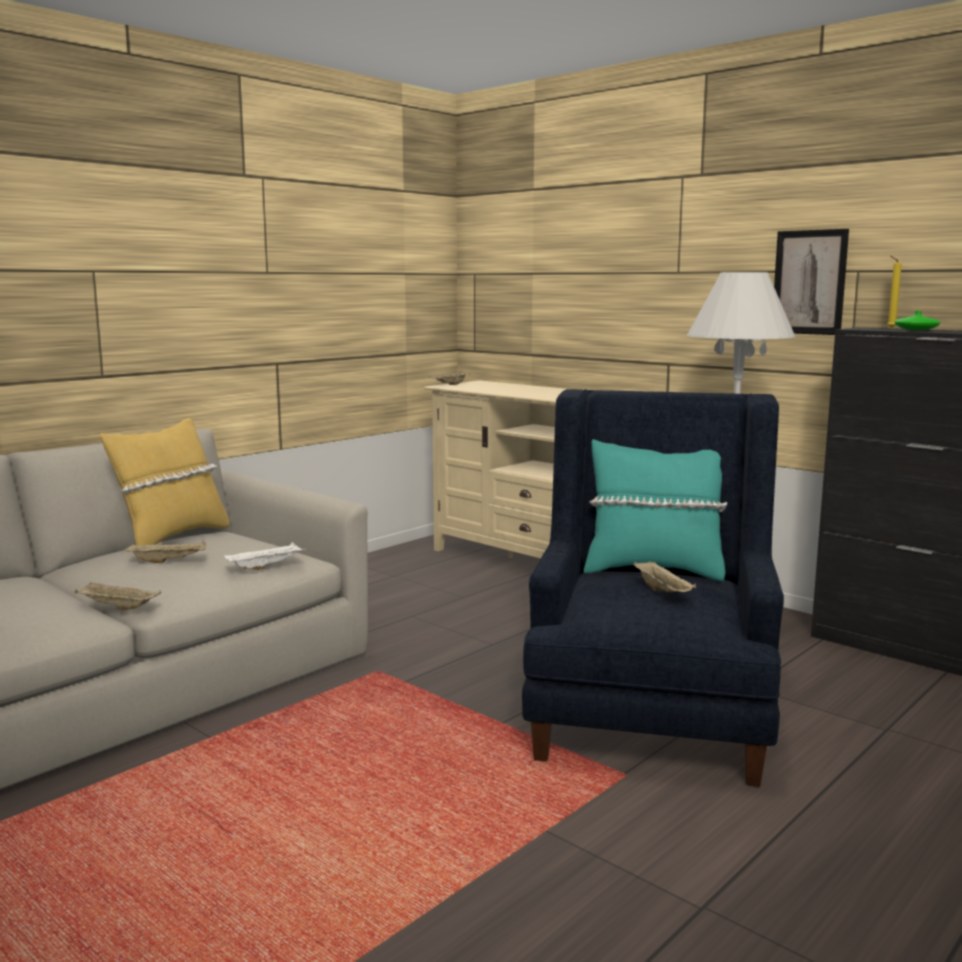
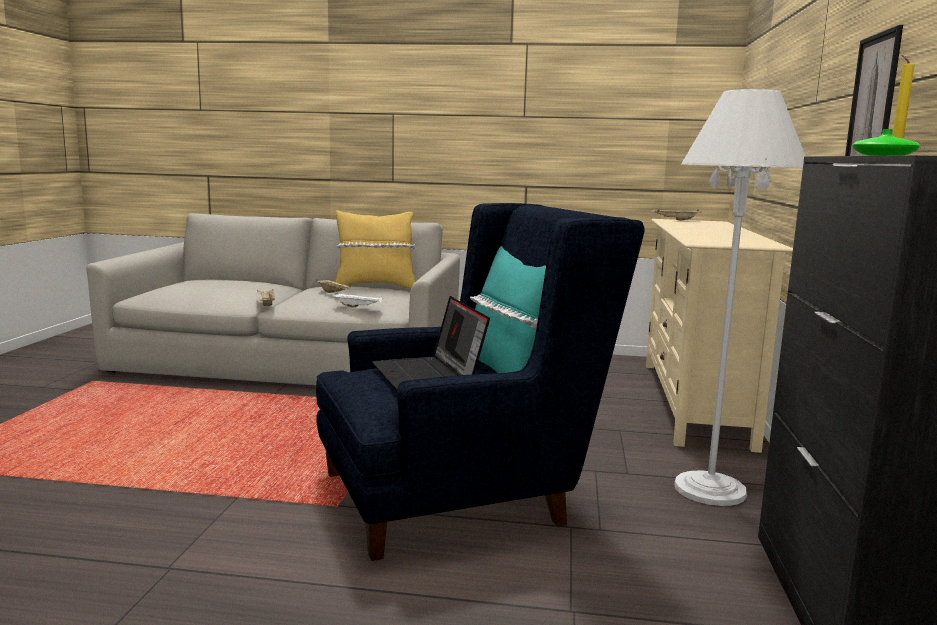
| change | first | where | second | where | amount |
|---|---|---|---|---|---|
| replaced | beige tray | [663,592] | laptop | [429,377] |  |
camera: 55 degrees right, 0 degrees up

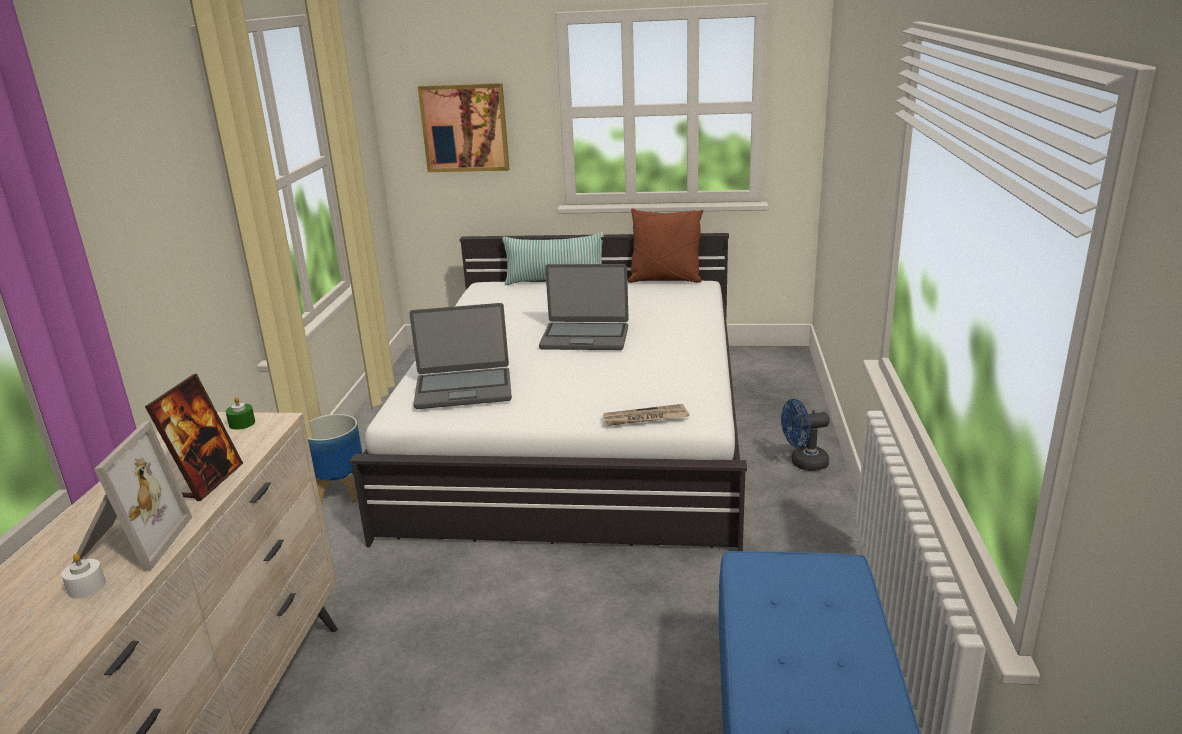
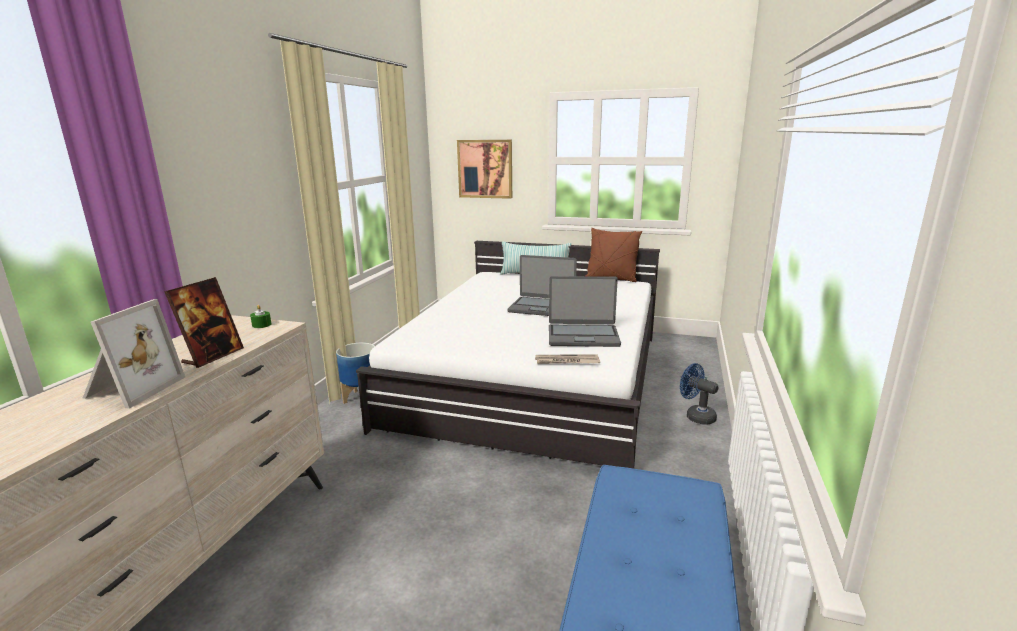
| change | first | where | second | where | amount |
|---|---|---|---|---|---|
| moved | laptop | [463,389] |  | [583,336] |  |
| turned | blue fan | [803,463] |  | [696,416] | 45 degrees clockwise |
| removed | white candle | [87,587] |  |  |  |
camera: 10 degrees right, 5 degrees down

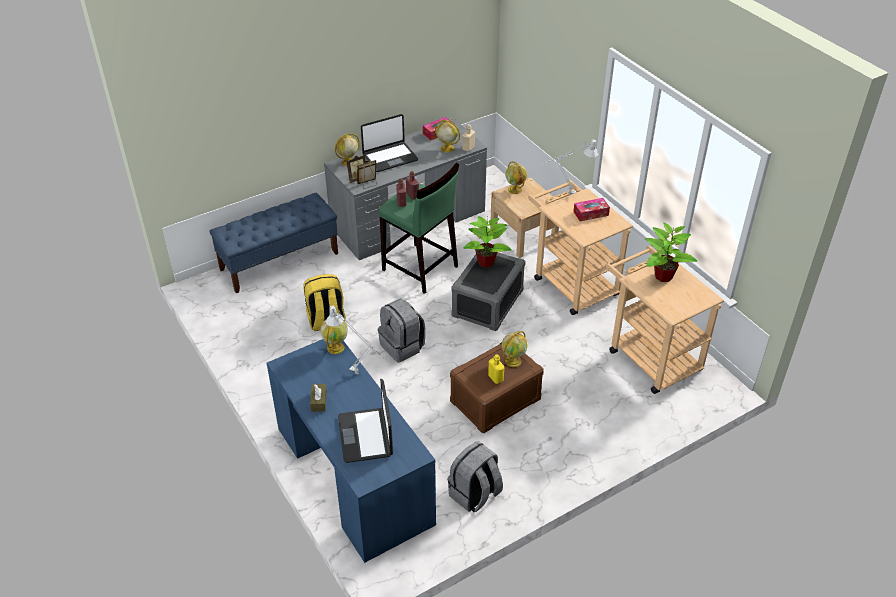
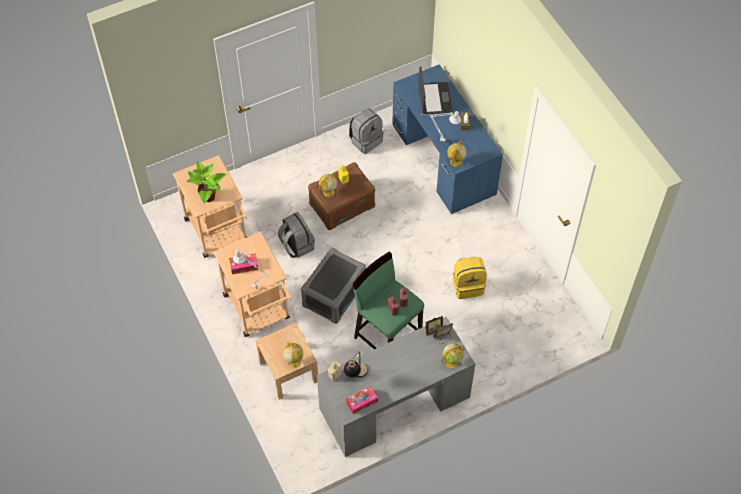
| change | first | where | second | where | amount |
|---|---|---|---|---|---|
| removed | laptop | [390,157] |  |  |  |
| replaced | globe | [447,148] | table lamp | [356,376] |  |
| removed | blue bench | [279,261] |  |  |  |
| removed | potted plant | [486,262] |  |  |  |
| moved | grey backpack | [403,346] |  | [296,245] |  |
camera: 175 degrees left, 15 degrees up

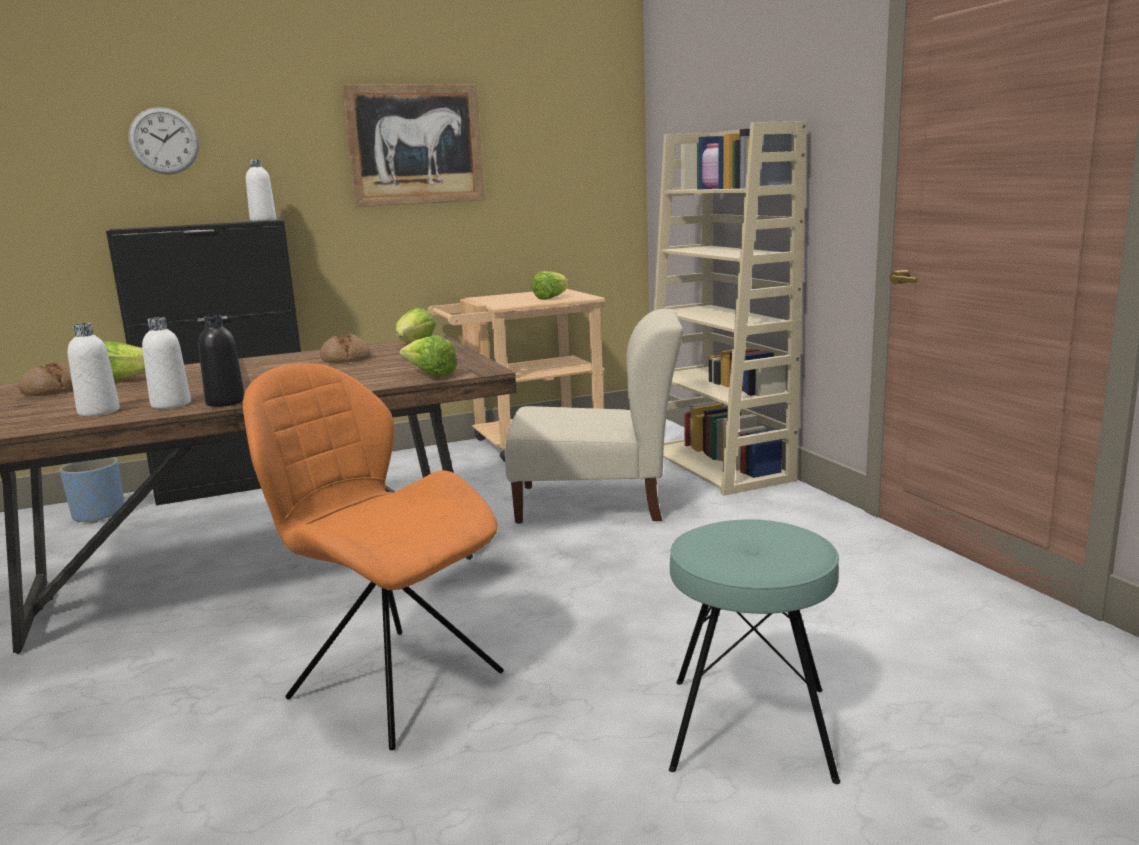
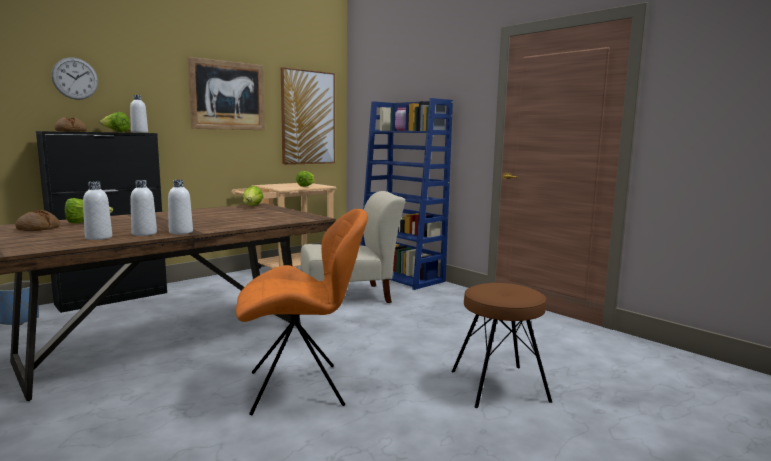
| change | first | where | second | where | amount |
|---|---|---|---|---|---|
| recoloured | beige bookcase | [718,465] | blue bookcase | [401,276] |  |
| recoloured | black bottle | [225,402] | white bottle | [181,232] |  |
| moved | bread | [345,359] |  | [71,131] |  |
| moved | lettuce | [430,376] |  | [115,132] |  |
| turned | orange chair | [391,683] |  | [300,388] | 150 degrees clockwise |
| recoloured | turquoise stool | [750,728] | brown stool | [498,386] |  |
| added |  |  | picture | [308,117] |  |
camera: 20 degrees left, 5 degrees down

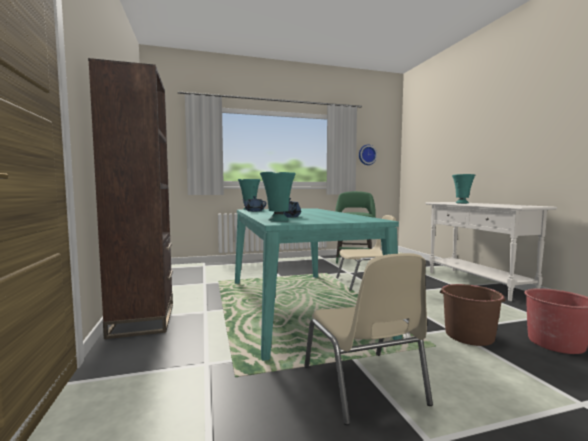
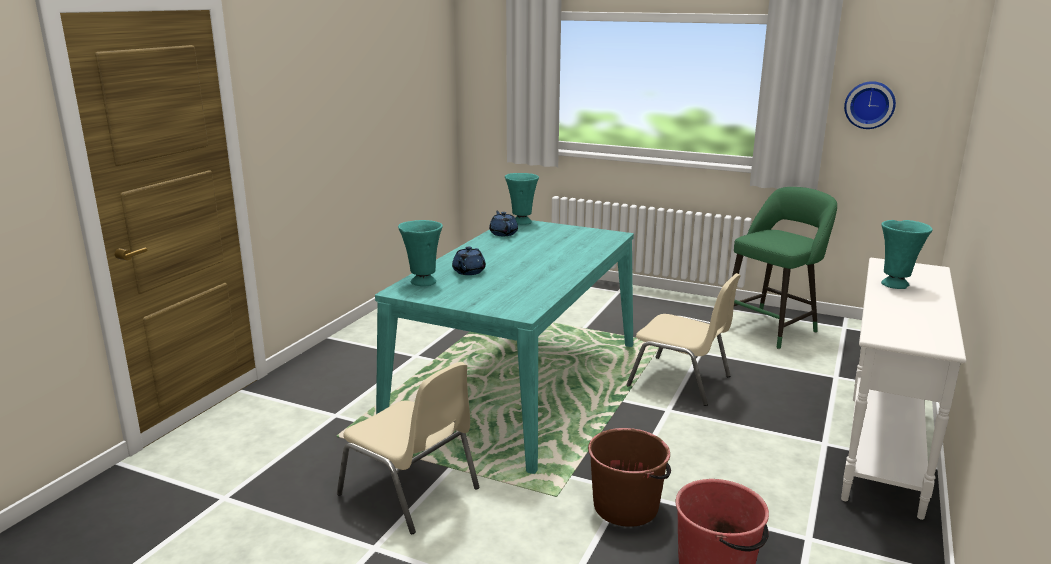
| change | first | where | second | where | amount |
|---|---|---|---|---|---|
| removed | brown bookcase | [143,320] |  |  |  |
| turned | beige chair | [364,385] |  | [411,492] | 75 degrees counterclockwise |
camera: 40 degrees right, 15 degrees up

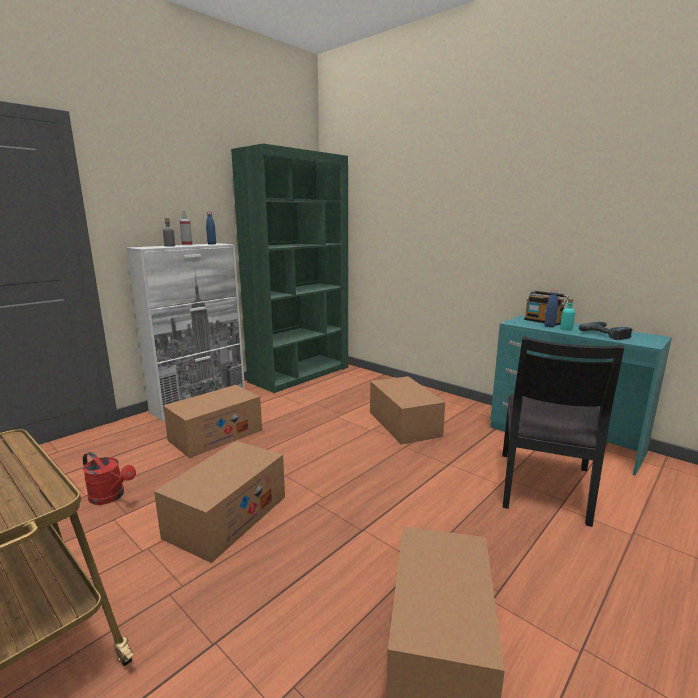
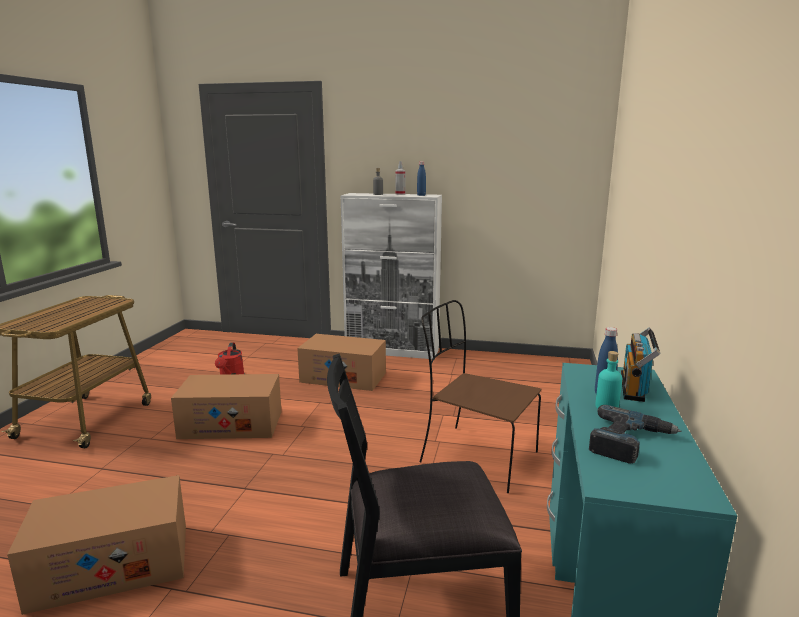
| change | first | where | second | where | amount |
|---|---|---|---|---|---|
| removed | green bookcase | [300,374] |  |  |  |
| replaced | cardboard box | [404,424] | brown chair | [476,457] |  |
camera: 60 degrees right, 0 degrees up

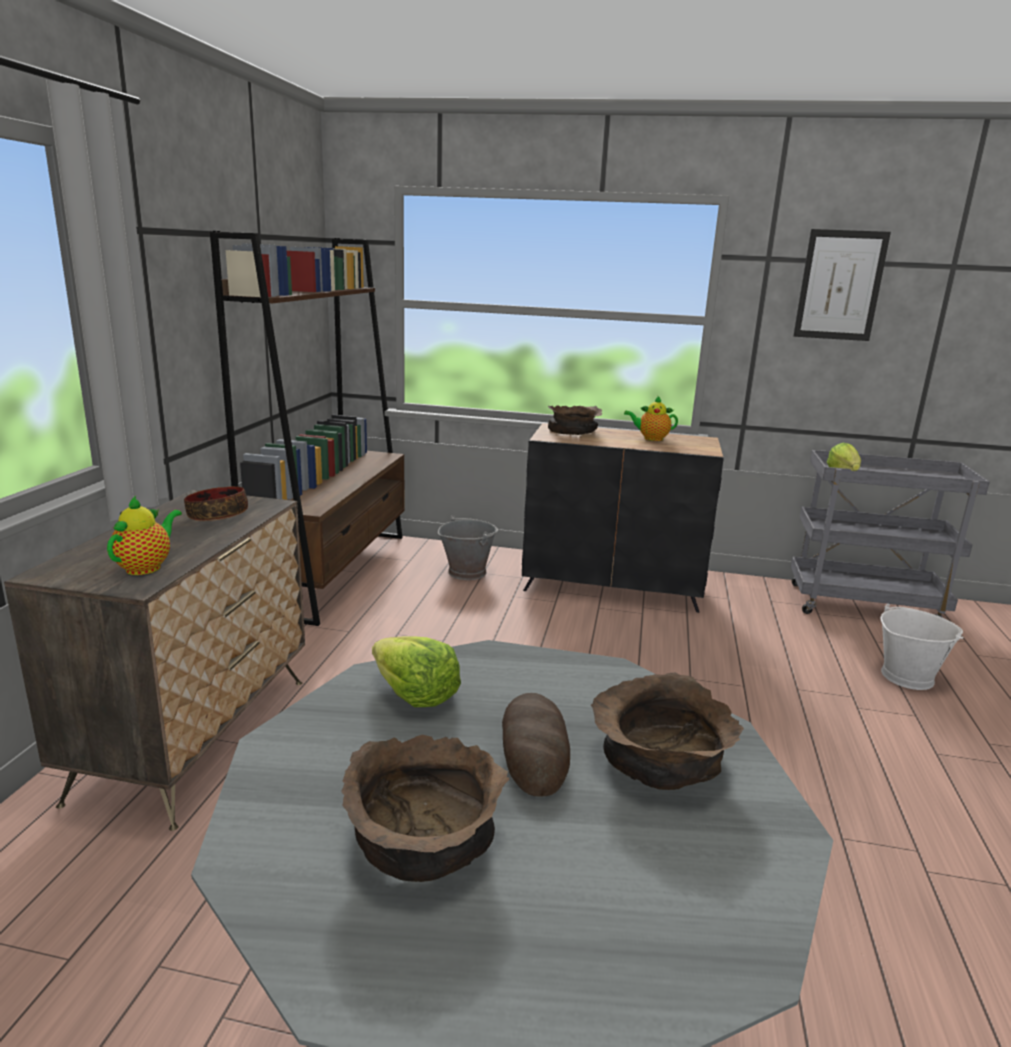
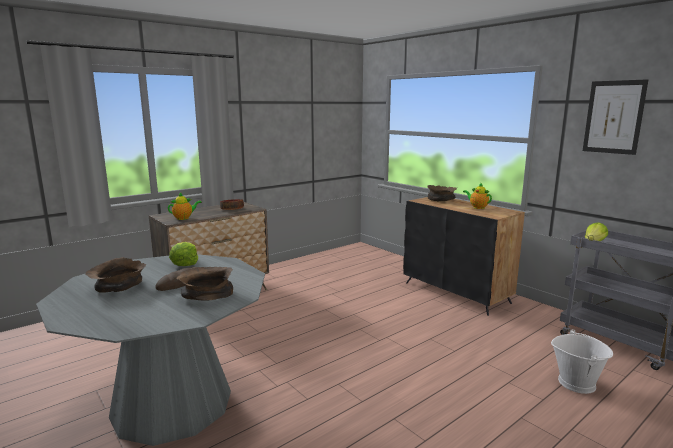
| change | first | where | second | where | amount |
|---|---|---|---|---|---|
| removed | brown bookcase | [333,571] |  |  |  |
| removed | grey bucket | [467,572] |  |  |  |
camera: 40 degrees right, 5 degrees down

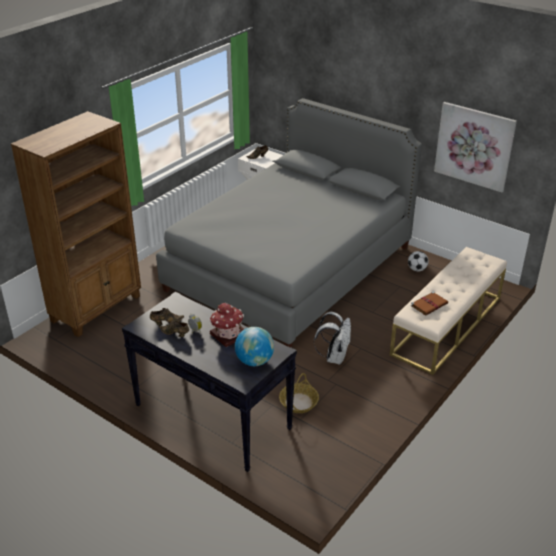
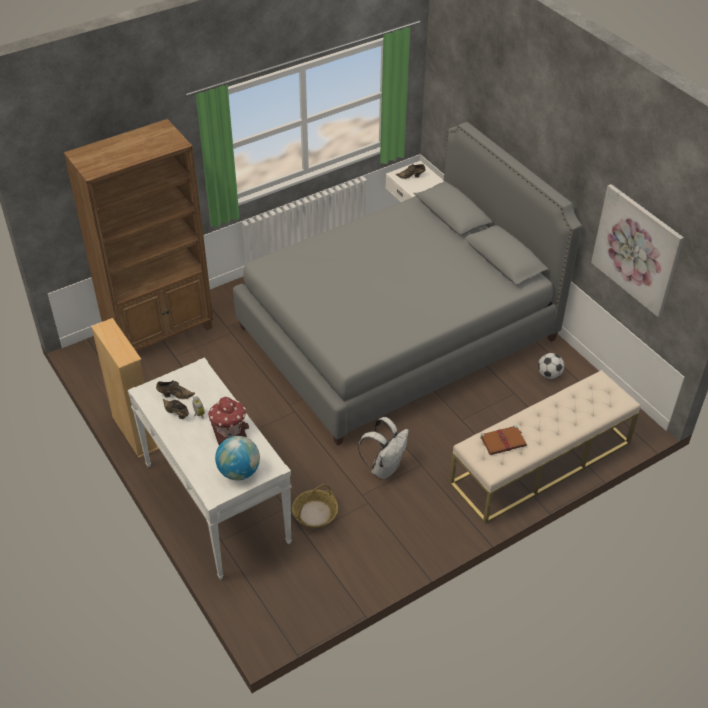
| change | first | where | second | where | amount |
|---|---|---|---|---|---|
| recoloured | black console table | [211,416] | white console table | [215,502] |  |
| added |  |  | beige bookcase | [135,433] |  |
camera: 20 degrees right, 10 degrees up

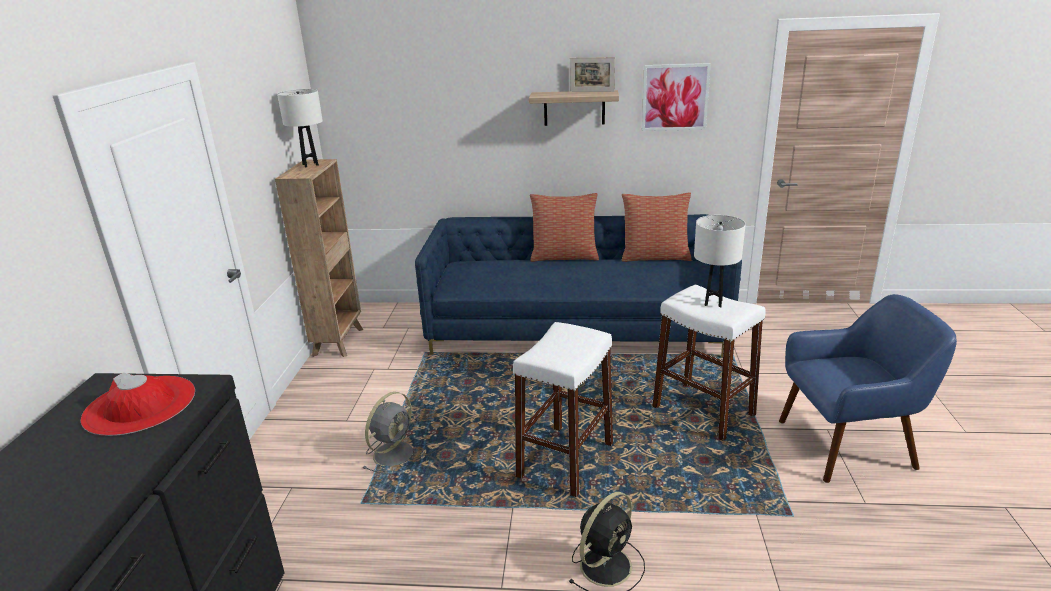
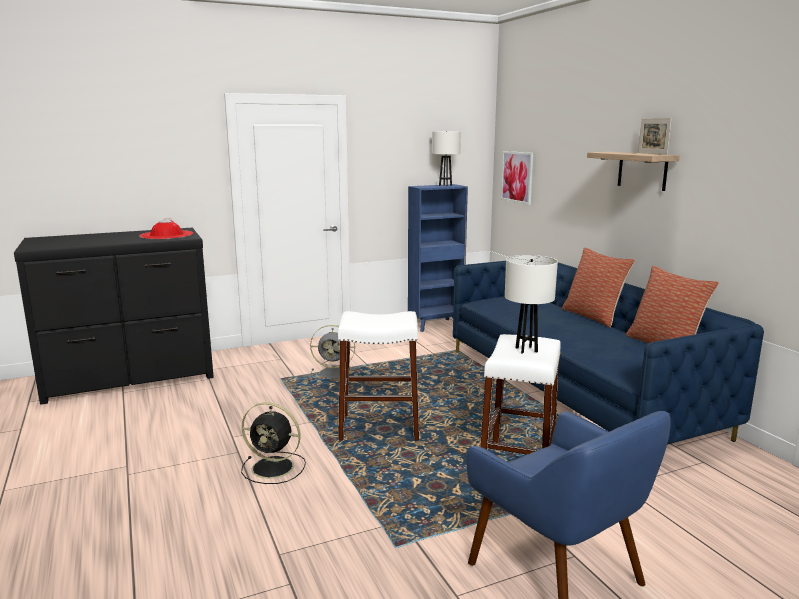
| change | first | where | second | where | amount |
|---|---|---|---|---|---|
| moved | picture | [675,97] |  | [517,177] |  |
| recoloured | brown bookcase | [339,341] | blue bookcase | [436,325] |  |
camera: 60 degrees right, 10 degrees down

